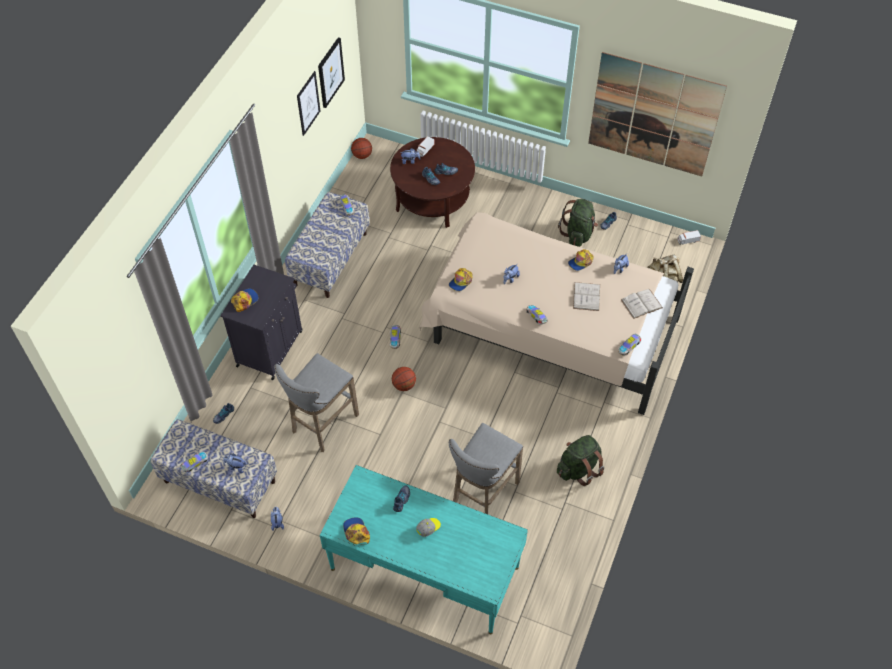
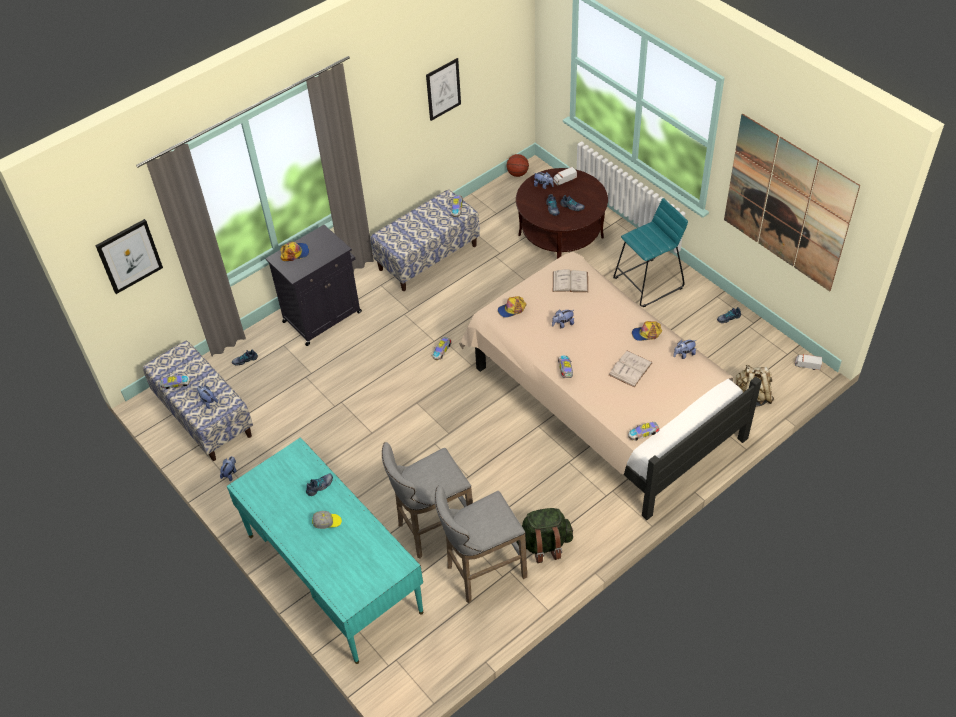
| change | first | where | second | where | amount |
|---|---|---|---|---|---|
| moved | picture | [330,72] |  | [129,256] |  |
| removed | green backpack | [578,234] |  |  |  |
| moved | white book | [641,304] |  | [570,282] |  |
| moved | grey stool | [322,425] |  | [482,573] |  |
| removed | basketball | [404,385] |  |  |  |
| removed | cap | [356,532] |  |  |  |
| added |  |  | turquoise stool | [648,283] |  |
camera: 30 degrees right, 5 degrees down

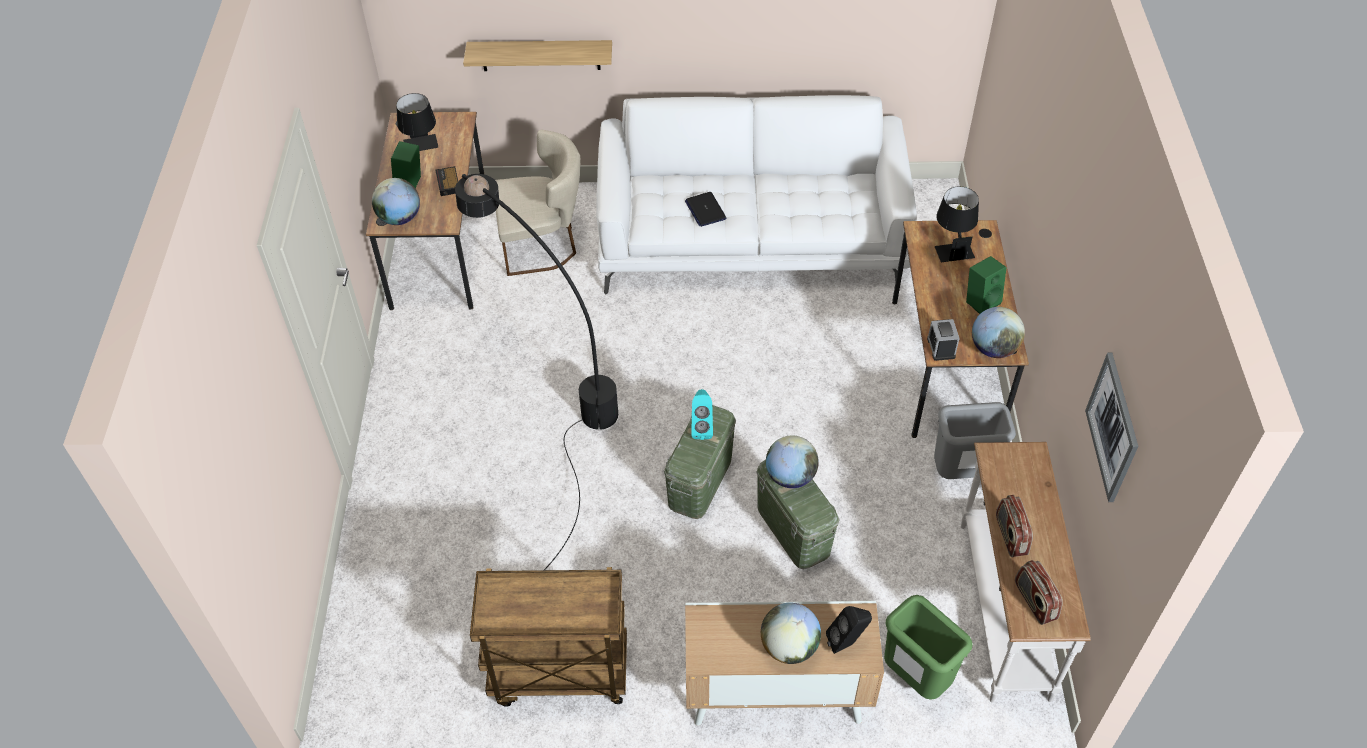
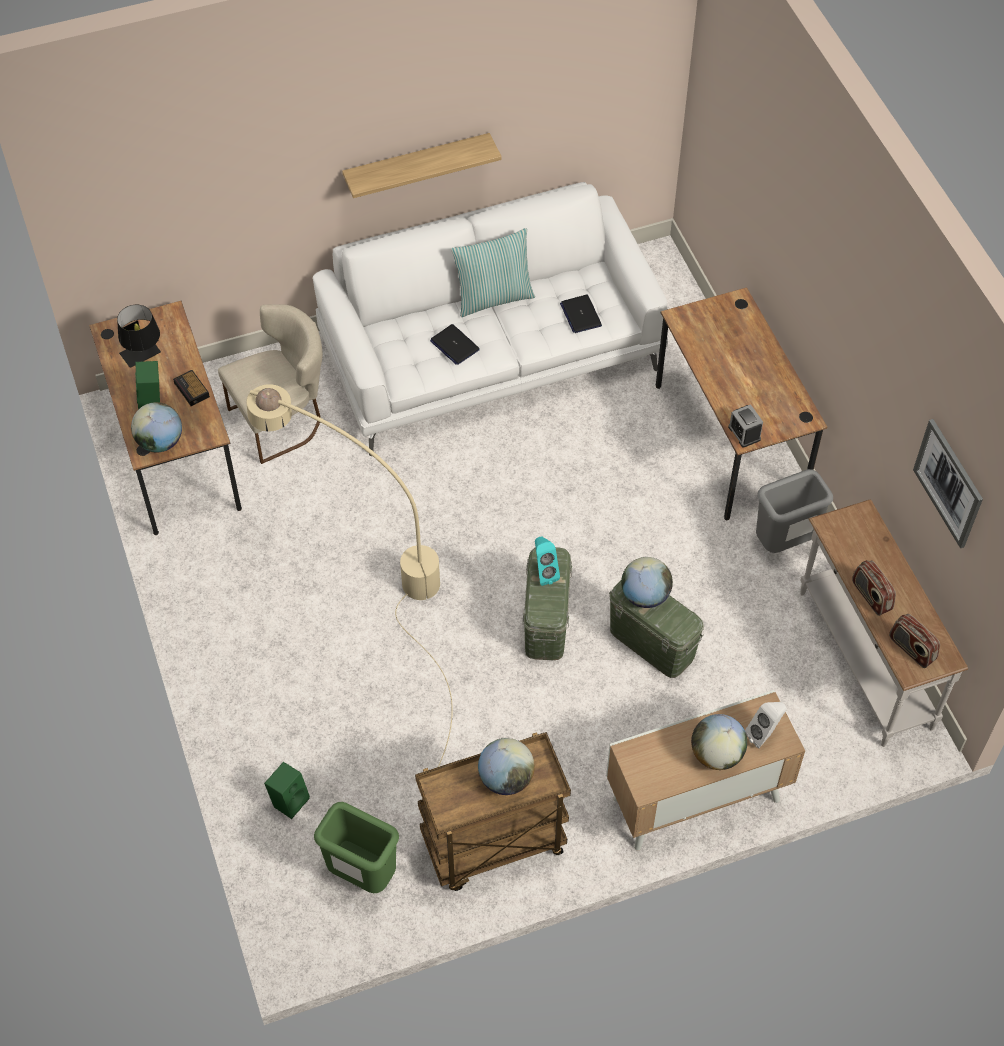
| change | first | where | second | where | amount |
|---|---|---|---|---|---|
| moved | shelf | [540,55] |  | [417,165] |  |
| recoloured | black floor lamp | [553,405] | beige floor lamp | [370,587] |  |
| removed | black table lamp | [952,246] |  |  |  |
| moved | green speaker | [981,300] |  | [289,800] |  |
| moved | globe | [993,348] |  | [506,778] |  |
| moved | green trash can | [914,678] |  | [361,875] |  |
| recoloured | black speaker | [847,642] | white speaker | [764,735] |  |
| added |  |  | pillow | [493,297] |  |
| added |  |  | laptop | [580,314] |  |
camera: 20 degrees left, 5 degrees up

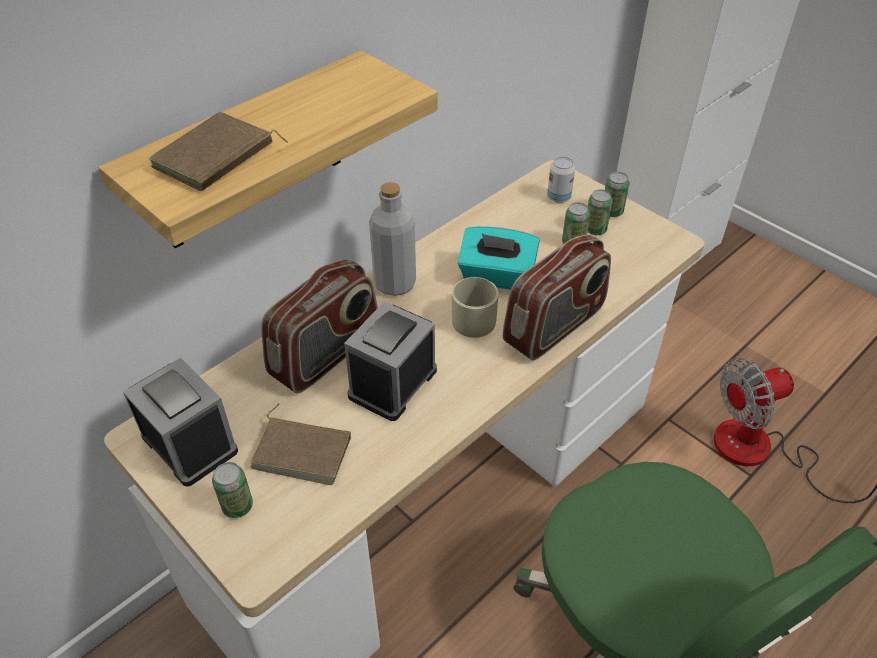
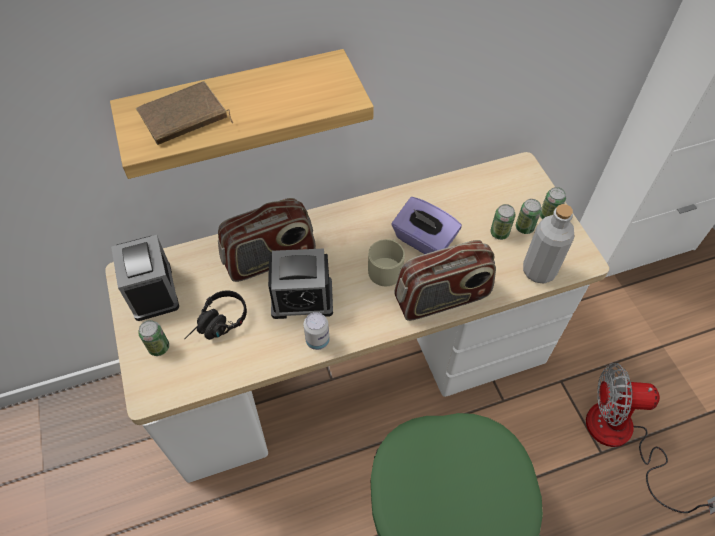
| change | first | where | second | where | amount |
|---|---|---|---|---|---|
| moved | can | [558,197] |  | [317,340] |  |
| moved | grey bottle | [395,284] |  | [539,271] |  |
| recoloured | turquoise tissue box | [496,276] | purple tissue box | [423,241] |  |
| turned | alarm clock | [393,383] |  | [302,298] | 150 degrees counterclockwise |
| replaced | brown book | [303,450] | black headphones | [218,325] |  |
camera: 25 degrees right, 10 degrees up

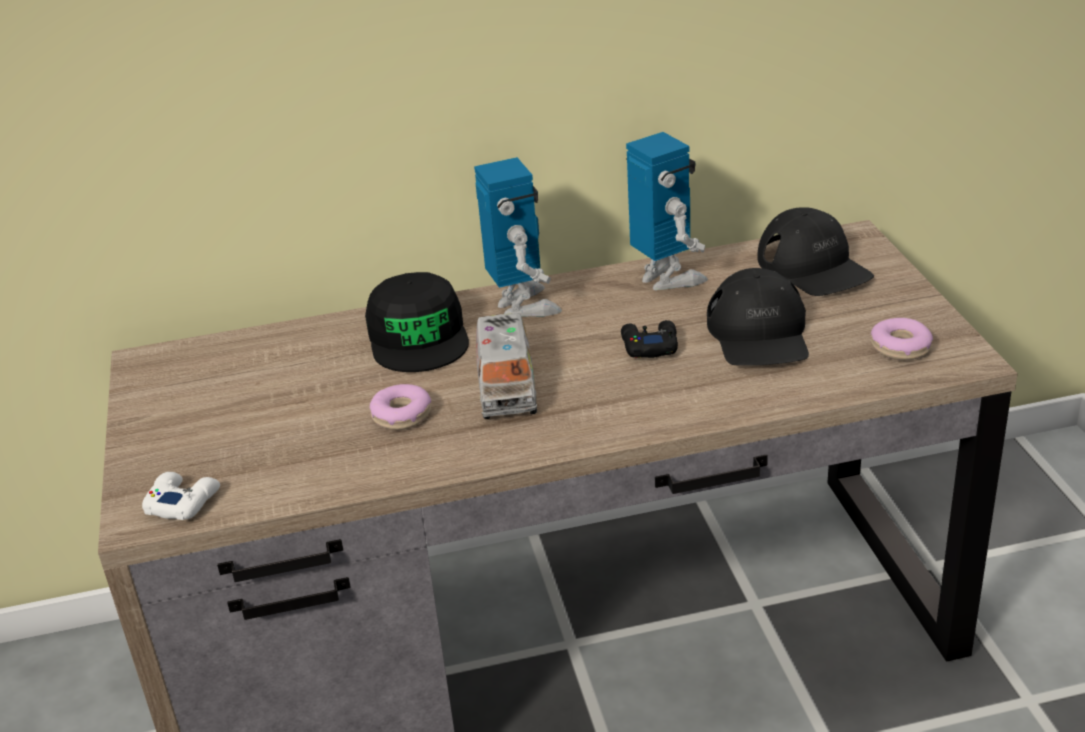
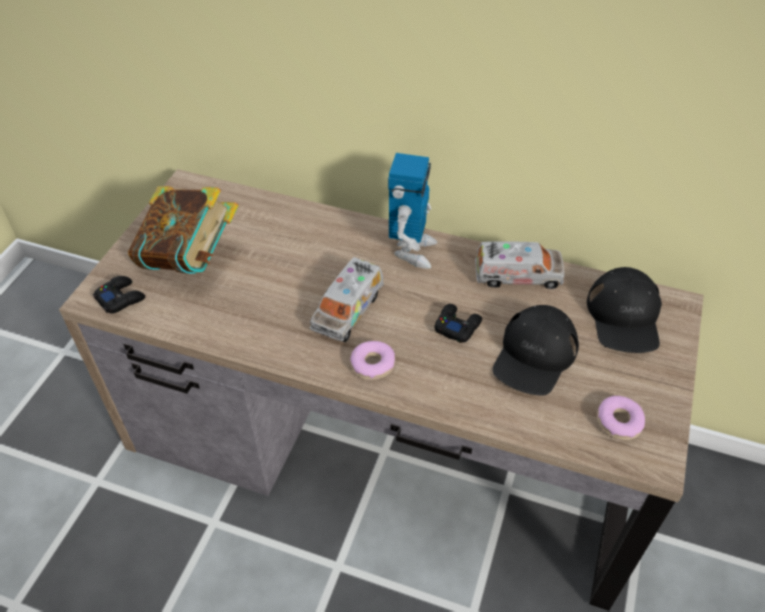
| change | first | where | second | where | amount |
|---|---|---|---|---|---|
| replaced | toy robot | [666,278] | toy truck | [517,275] |  |
| removed | black cap | [418,336] |  |  |  |
| moved | donut | [402,415] |  | [373,365] |  |
| recoloured | white game controller | [182,502] | black game controller | [121,298] |  |
| added |  |  | book | [190,259] |  |
camera: 30 degrees right, 15 degrees up

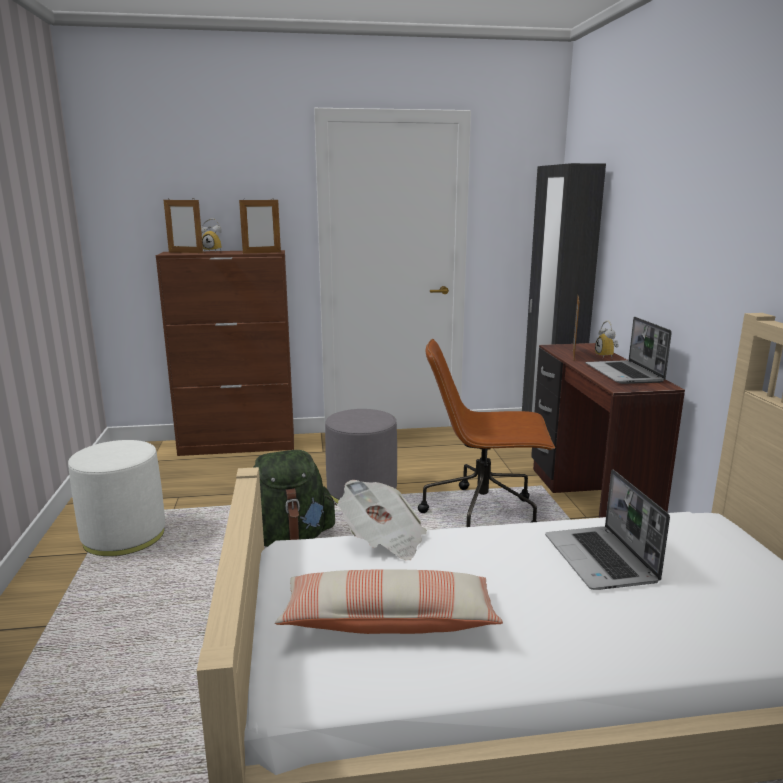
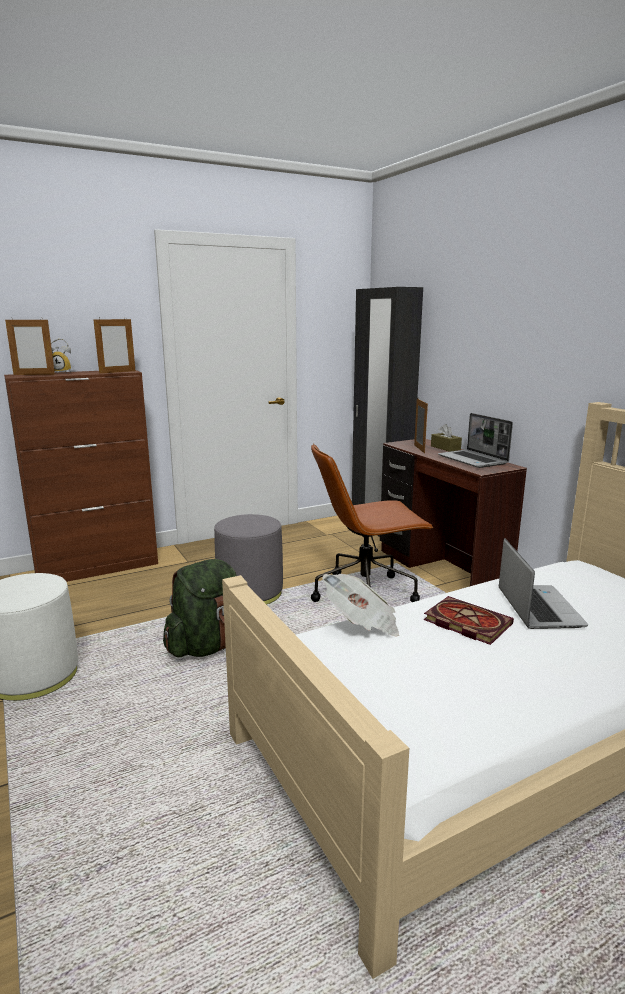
| change | first | where | second | where | amount |
|---|---|---|---|---|---|
| replaced | alarm clock | [607,356] | brown tissue box | [445,448] |  |
| turned | laptop | [601,560] |  | [537,608] | 150 degrees counterclockwise |
| removed | pillow | [388,620] |  |  |  |
| added |  |  | book | [465,622] |  |
camera: 20 degrees left, 0 degrees up

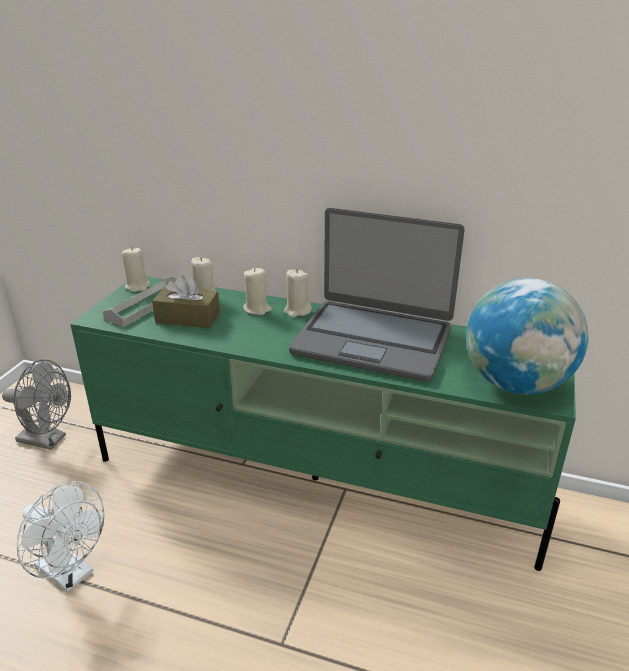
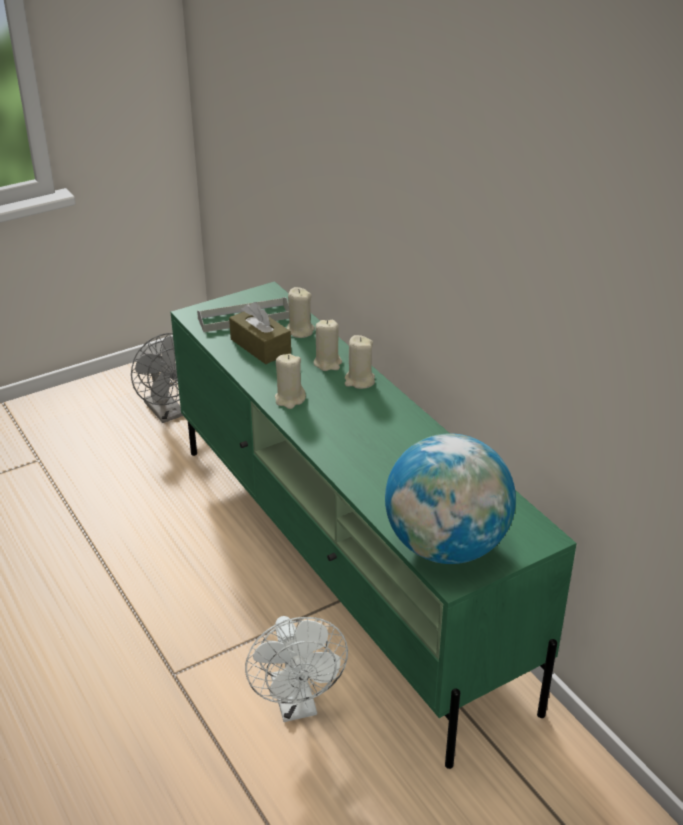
| change | first | where | second | where | amount |
|---|---|---|---|---|---|
| removed | laptop | [373,340] |  |  |  |
| moved | beige candle | [138,286] |  | [289,399] |  |
| moved | white fan | [71,574] |  | [297,705] |  |
camera: 40 degrees right, 5 degrees up

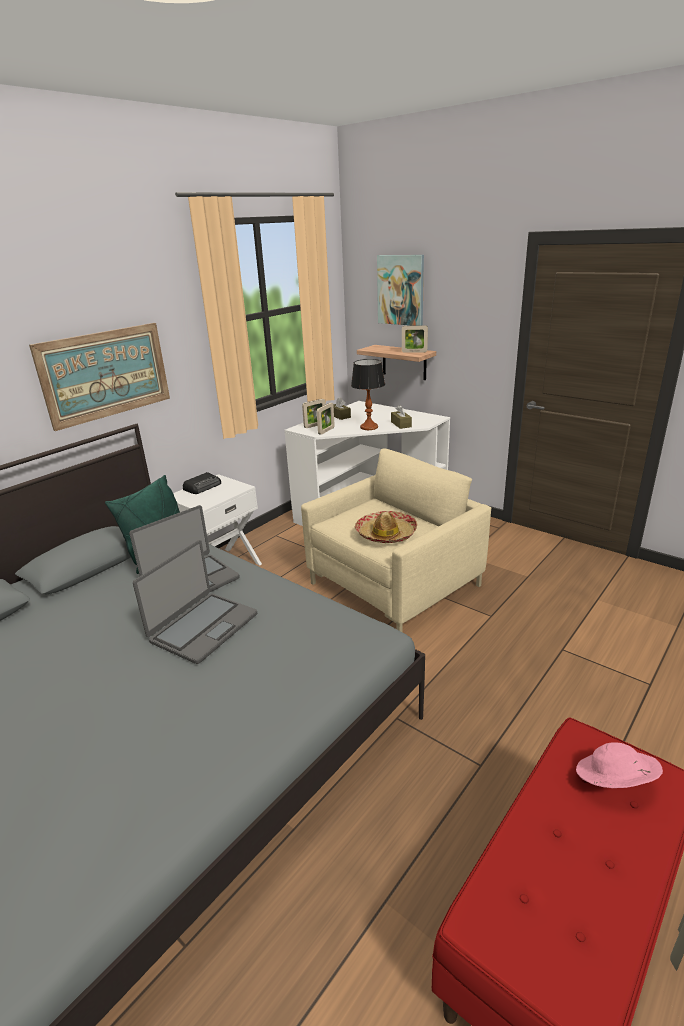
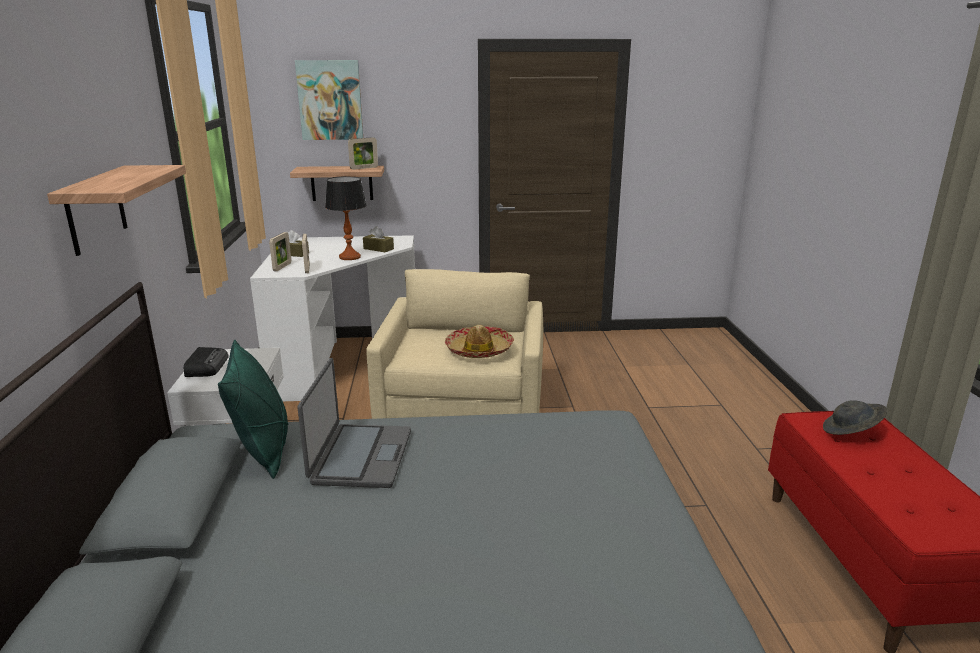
| change | first | where | second | where | amount |
|---|---|---|---|---|---|
| replaced | picture | [106,374] | shelf | [95,209] |  |
| removed | laptop | [203,627] |  |  |  |
| recoloured | pink hat | [614,782] | grey hat | [851,432] |  |
camera: 45 degrees left, 5 degrees down

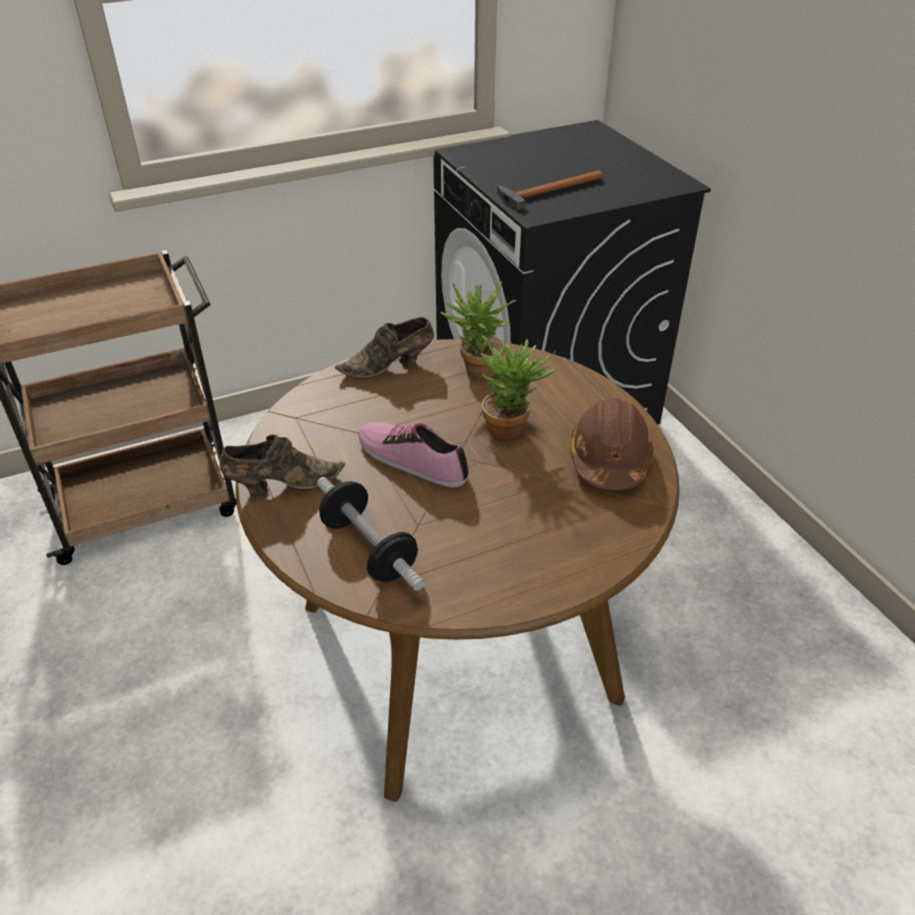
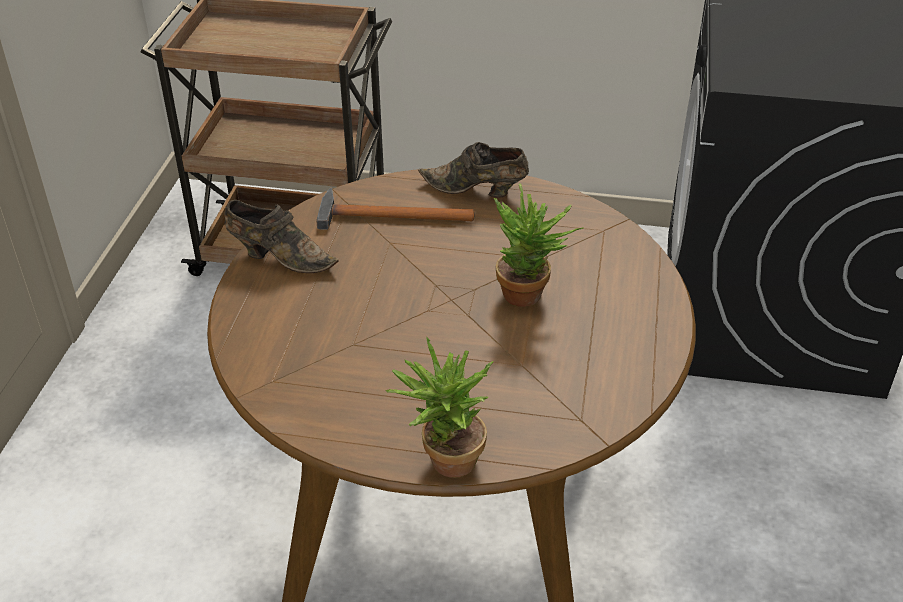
| change | first | where | second | where | amount |
|---|---|---|---|---|---|
| moved | hammer | [548,191] |  | [388,215] |  |
| moved | potted plant | [476,372] |  | [444,462] |  |
| removed | brown hard hat | [609,459] |  |  |  |
| removed | shoe | [412,459] |  |  |  |
| removed | dumbbell | [369,549] |  |  |  |
camera: 35 degrees right, 0 degrees up

